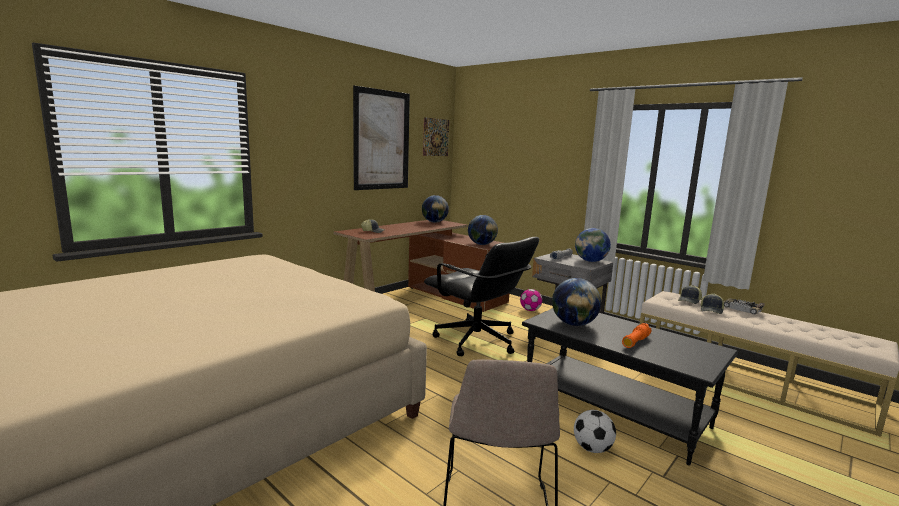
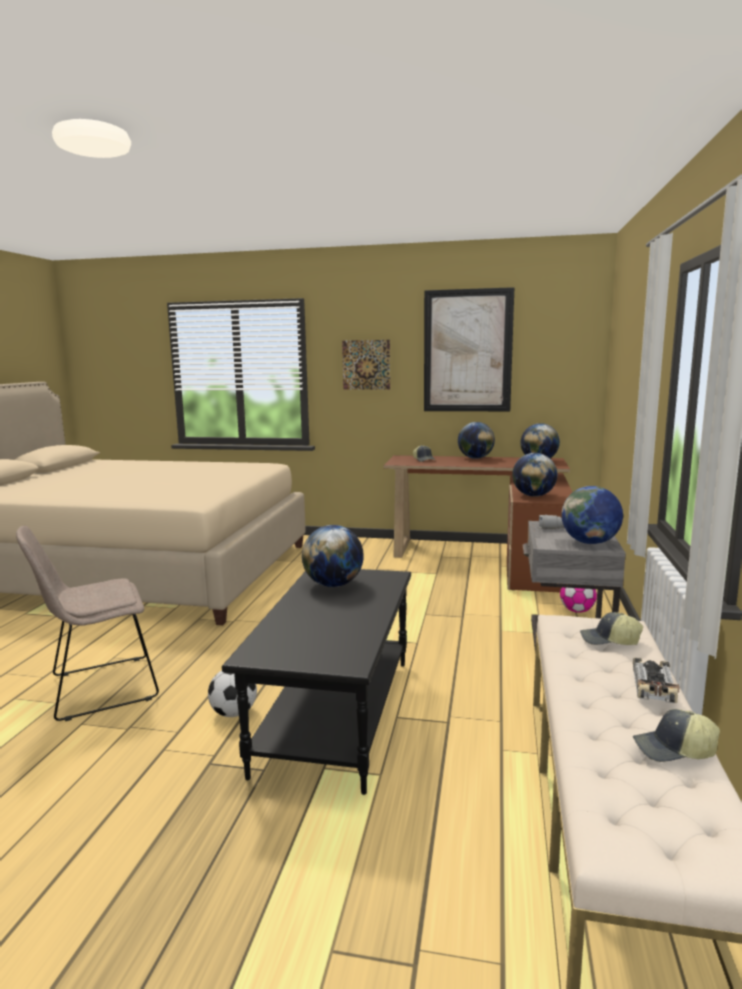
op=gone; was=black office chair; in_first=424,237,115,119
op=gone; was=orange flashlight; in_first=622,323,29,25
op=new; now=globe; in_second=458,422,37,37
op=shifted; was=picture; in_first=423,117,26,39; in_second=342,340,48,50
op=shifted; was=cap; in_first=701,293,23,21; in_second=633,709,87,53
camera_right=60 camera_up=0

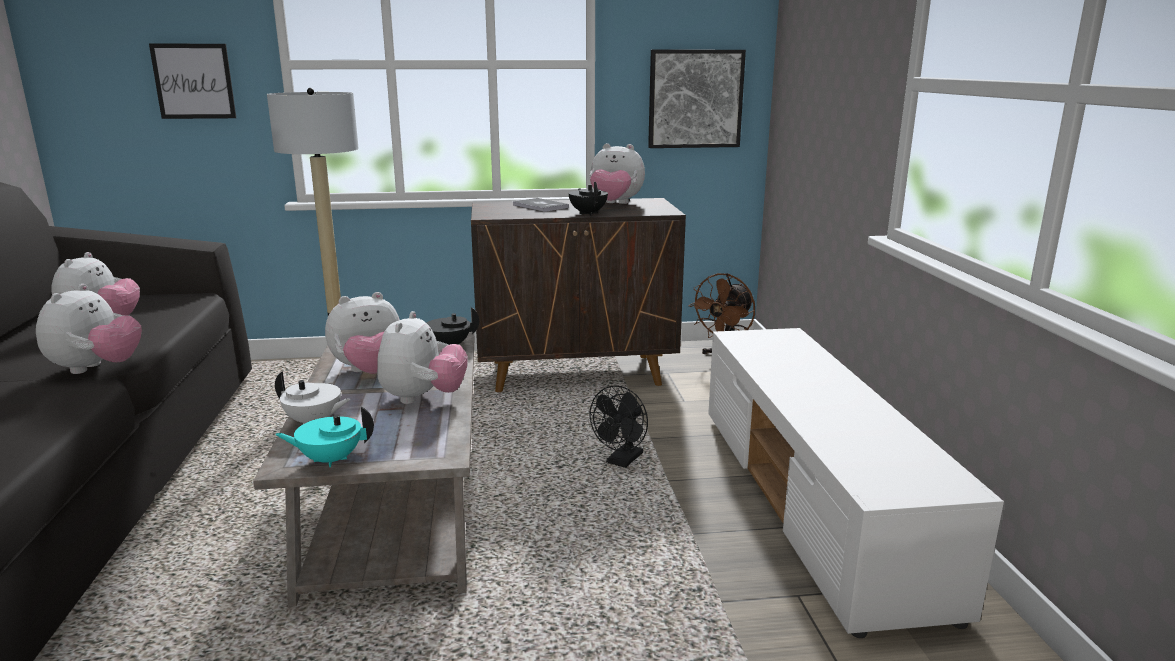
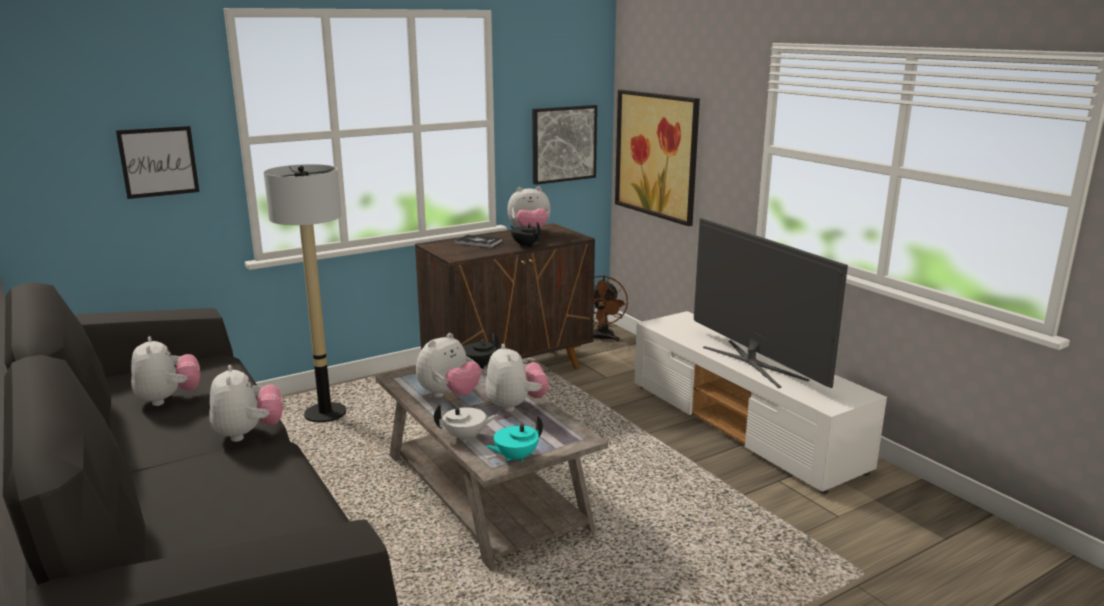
op=gone; was=black fan; in_first=590,386,58,82
op=new; now=picture; in_second=615,90,85,136
op=new; now=television; in_second=694,218,154,170
camera_right=-25 camera_up=0

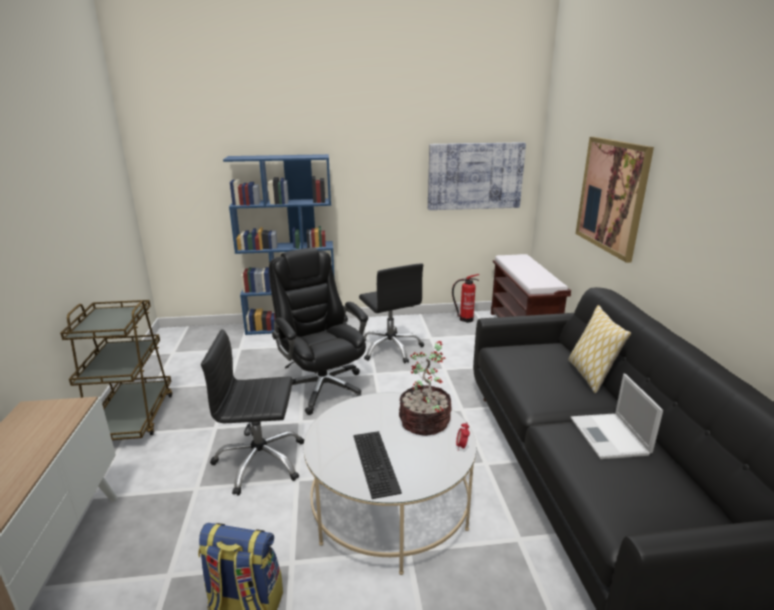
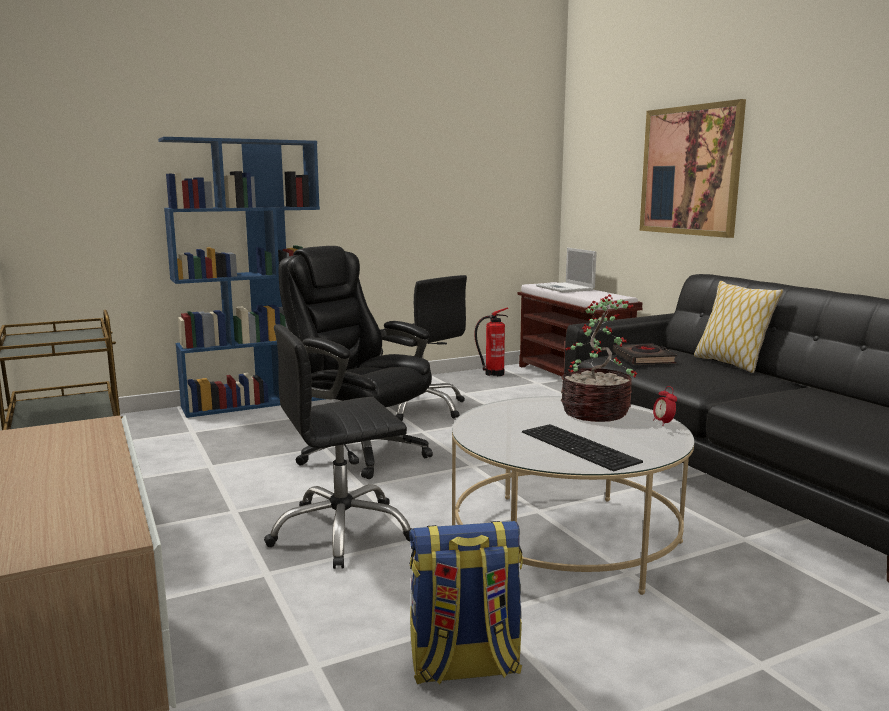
op=gone; was=picture; in_first=428,142,98,68
op=new; now=black book; in_second=613,343,64,22
op=shifted; was=laptop; in_first=570,374,93,85; in_second=536,248,61,45
camera_right=-20 camera_up=-10

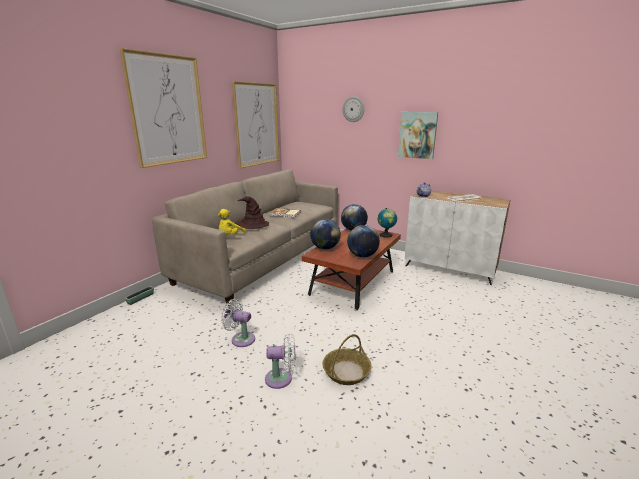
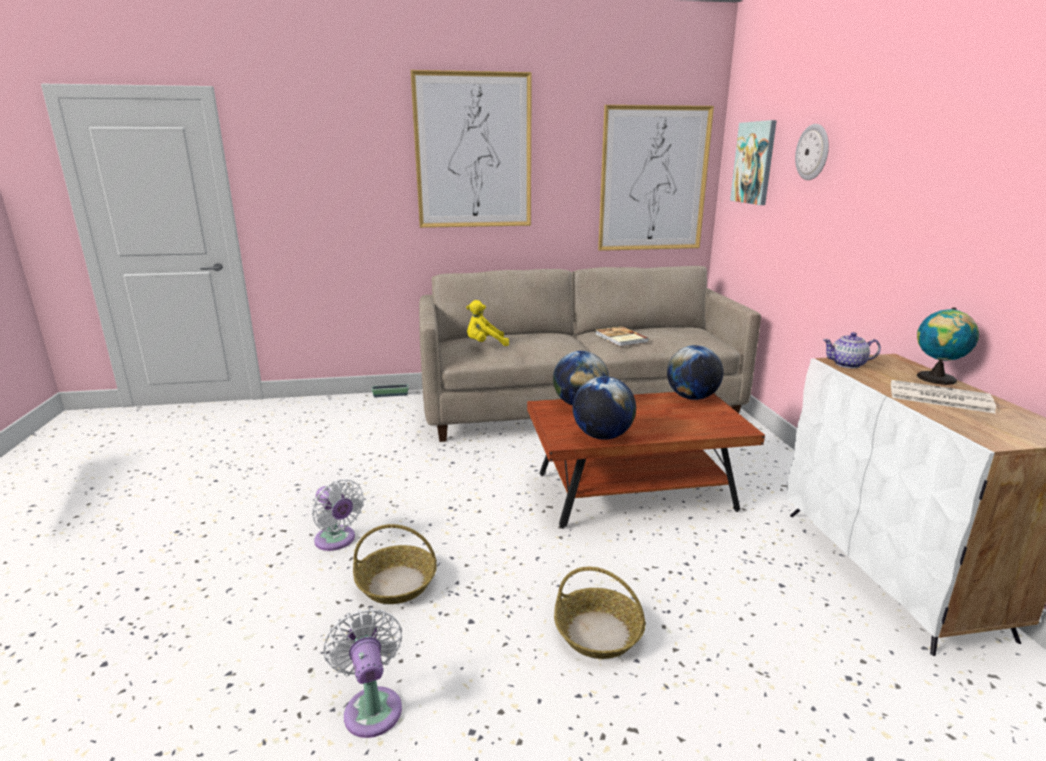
op=gone; was=brown hat; in_first=236,196,33,33
op=new; now=basket; in_second=554,567,92,92
op=shifted; was=white fan; in_first=221,299,34,48; in_second=324,608,78,130
op=shifted; was=globe; in_first=378,208,19,30; in_second=917,307,62,78
op=shifted; was=picture; in_first=398,112,40,47; in_second=730,120,47,85
camera_right=50 camera_up=0

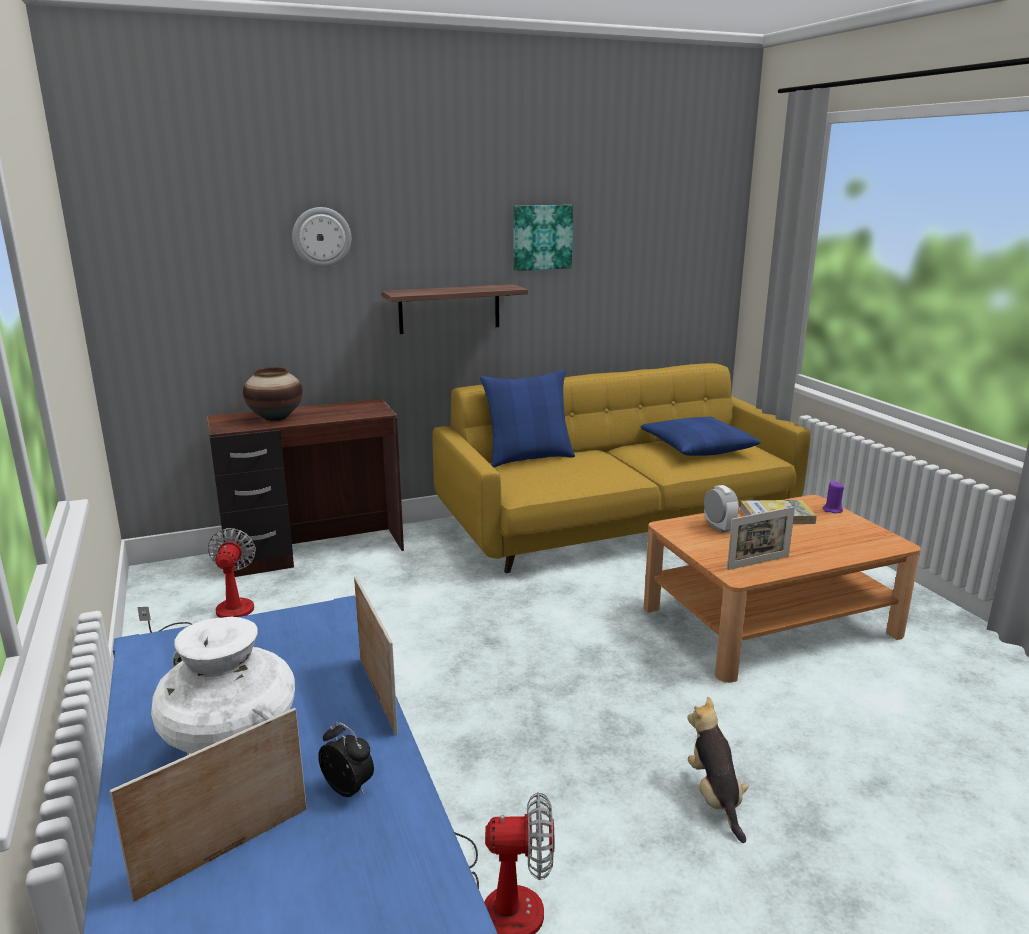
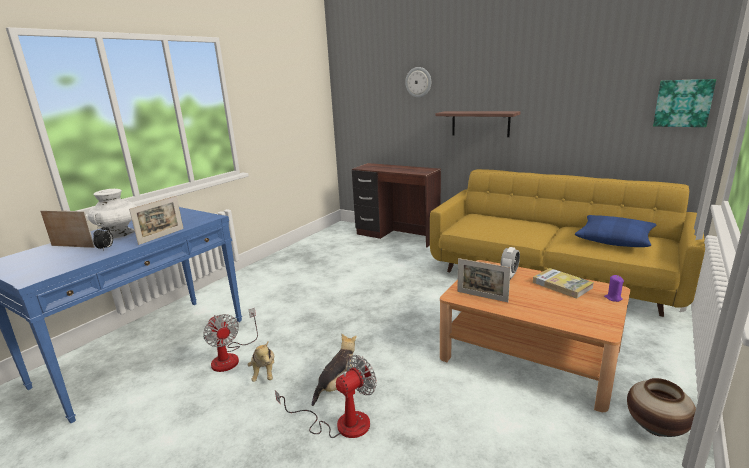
op=gone; was=blue pillow; in_first=480,369,95,98
op=new; now=plush toy; in_second=248,341,26,41
op=shifted; was=fan; in_first=137,528,119,105; in_second=275,355,102,83
op=shifted; was=vase; in_first=243,367,60,54; in_second=627,378,69,59
op=shifted; was=picture; in_first=514,205,59,66; in_second=653,79,63,48
camera_right=55 camera_up=0

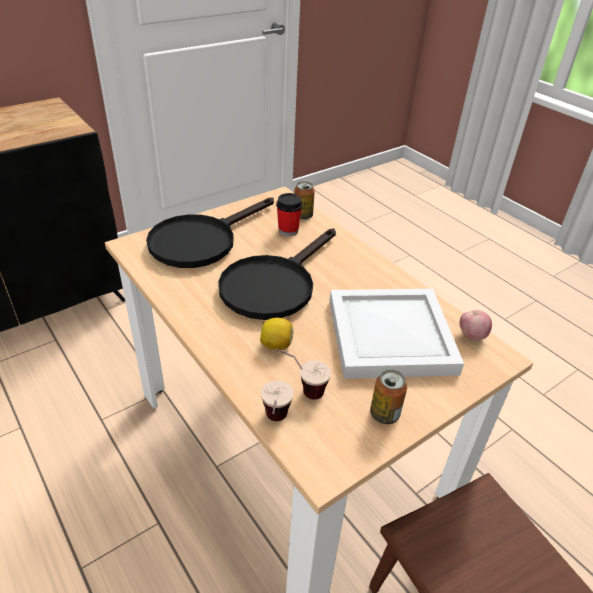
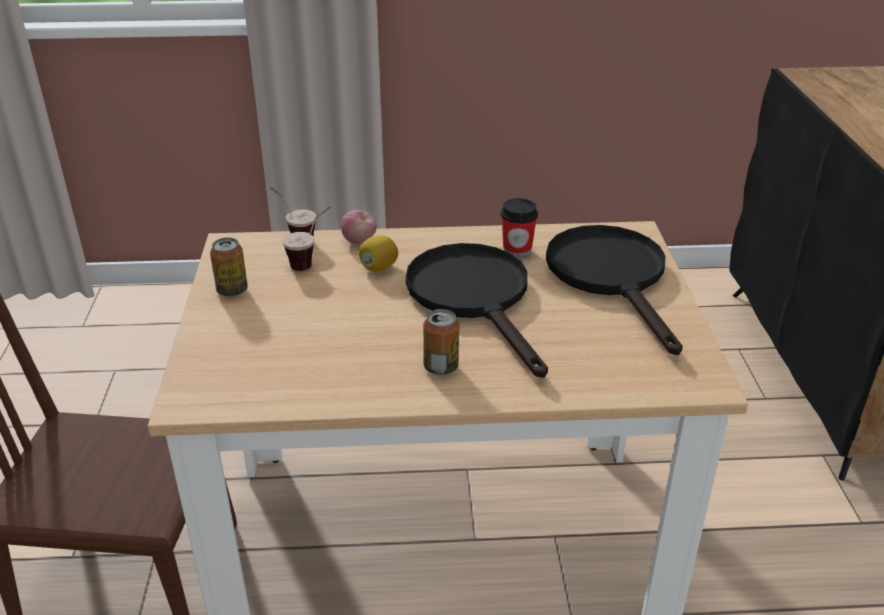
op=gone; was=white tray; in_first=329,289,135,90
op=shifted; was=cup; in_first=276,193,27,43; in_second=501,198,37,60
op=shifted; was=can; in_first=294,181,21,39; in_second=423,309,36,66
op=shifted; was=apple; in_first=460,310,32,30; in_second=341,210,36,34
camera_right=125 camera_up=-5

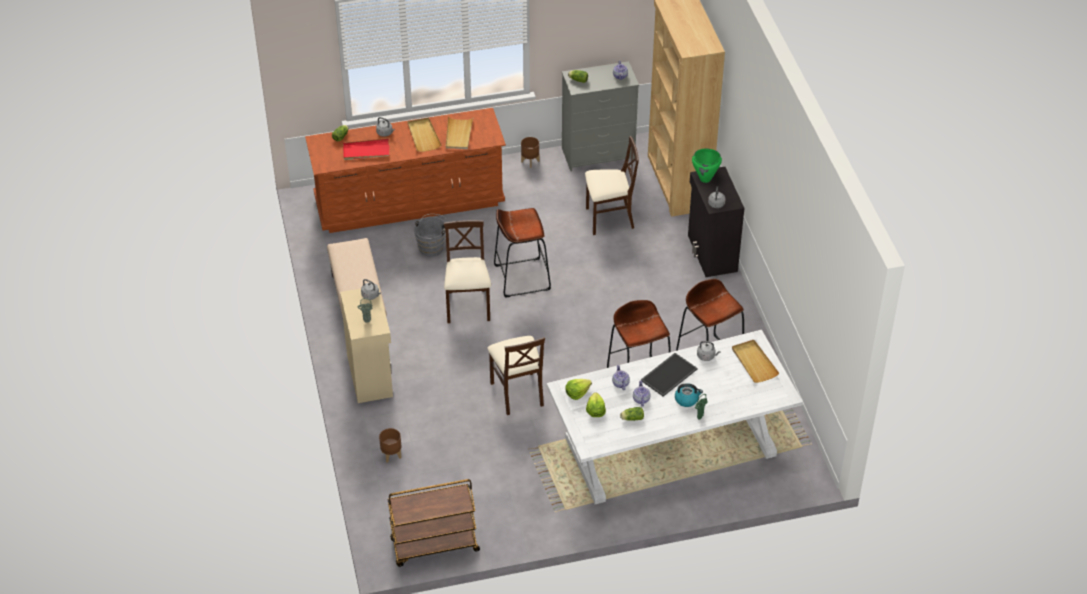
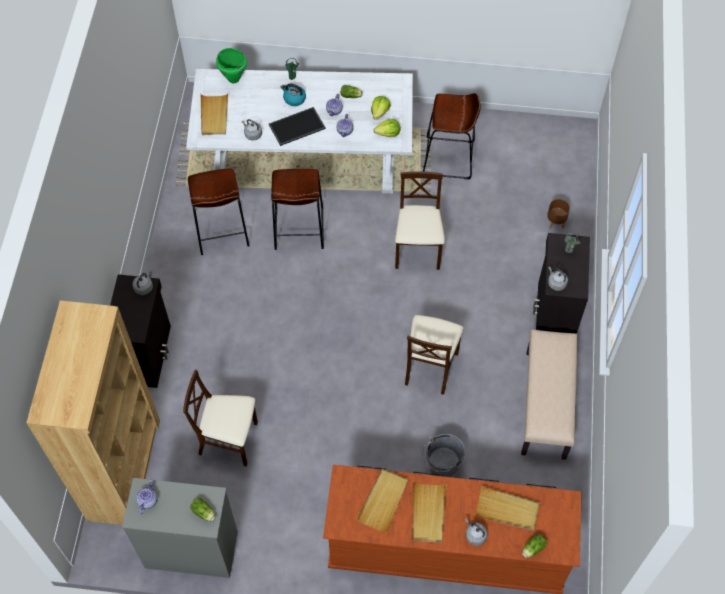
op=gone; was=brown cart; in_first=387,479,93,88
op=gone; was=brown planter; in_first=521,137,18,31
op=shifted; was=brown stool; in_first=494,208,57,90; in_second=423,93,58,87
op=shifted; was=green cooking pot; in_first=692,148,30,35; in_second=216,48,31,35
op=repainted; was=beige cabinet; now=black cabinet; in_first=340,286,53,117; in_second=533,233,57,101
op=repainted; was=red tray; now=beige tray; in_first=343,138,47,22; in_second=475,486,65,45
camera_right=-160 camera_up=15

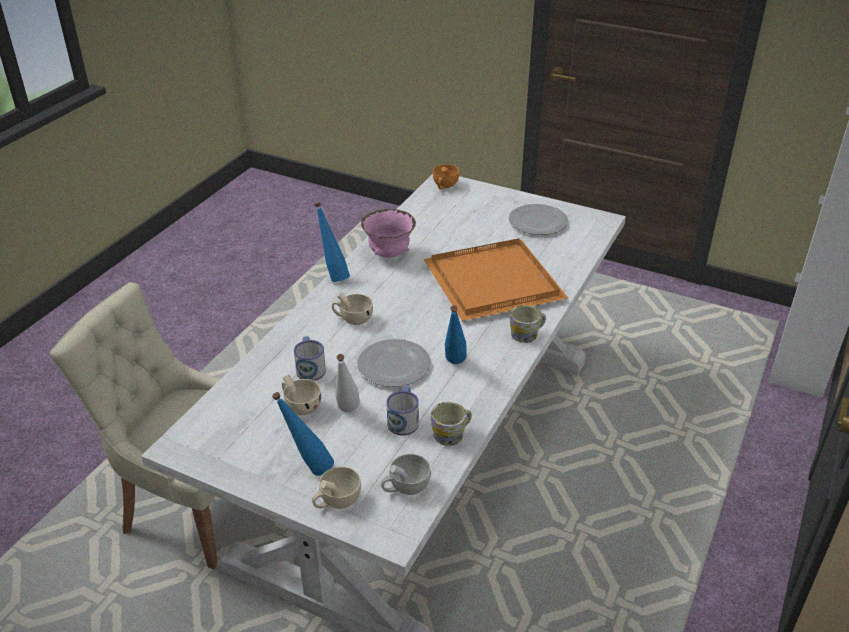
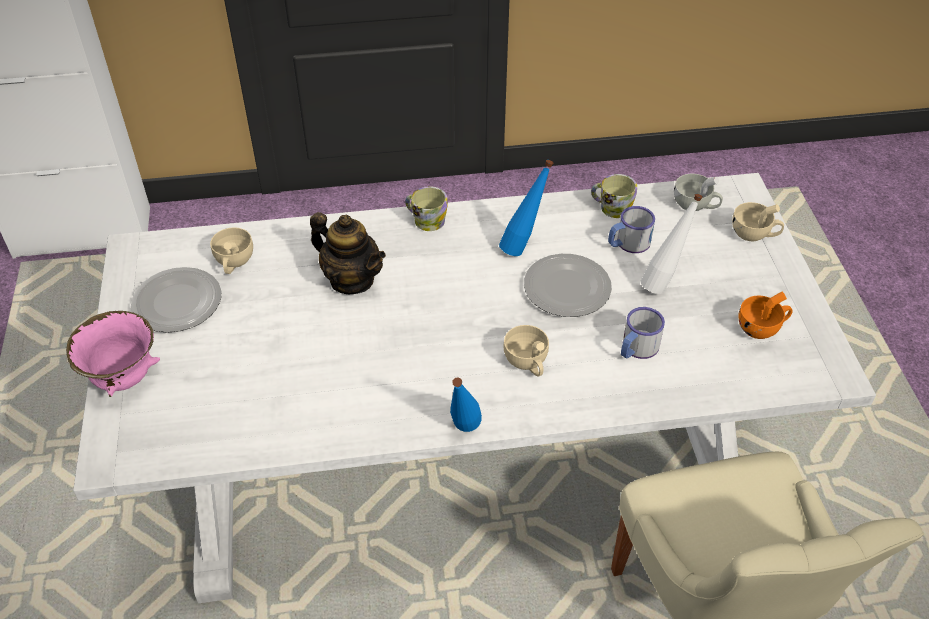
op=gone; was=blue bottle; in_first=272,392,62,84
op=shifted; was=beige cup; in_first=282,375,40,40; in_second=210,228,43,46
op=shifted; was=pink bowl; in_first=361,209,55,49; in_second=66,311,94,86
op=shifted; was=orange cup; in_first=433,164,26,26; in_second=738,292,55,47
op=swapped; was=orange tray; now=teapot; in_first=424,238,144,83; in_second=310,212,76,82
camera_right=-125 camera_up=10

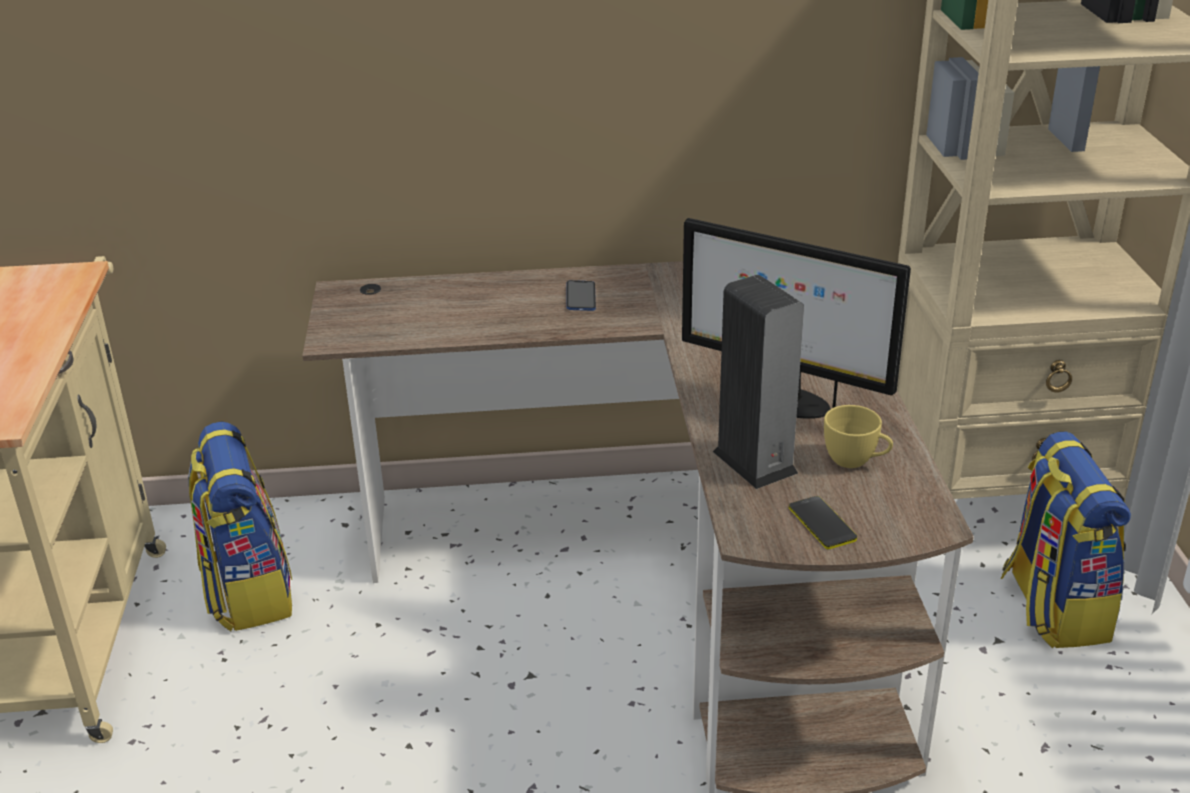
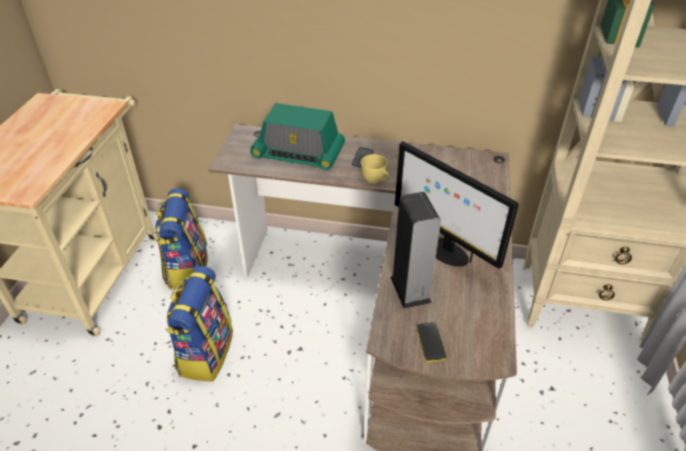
op=new; now=radio; in_second=250,103,95,67
op=shifted; was=yellow cup; in_first=824,405,69,63; in_second=361,154,28,30
op=shifted; was=backpack; in_first=1001,431,130,217; in_second=165,266,68,116
camera_right=15 camera_up=10

